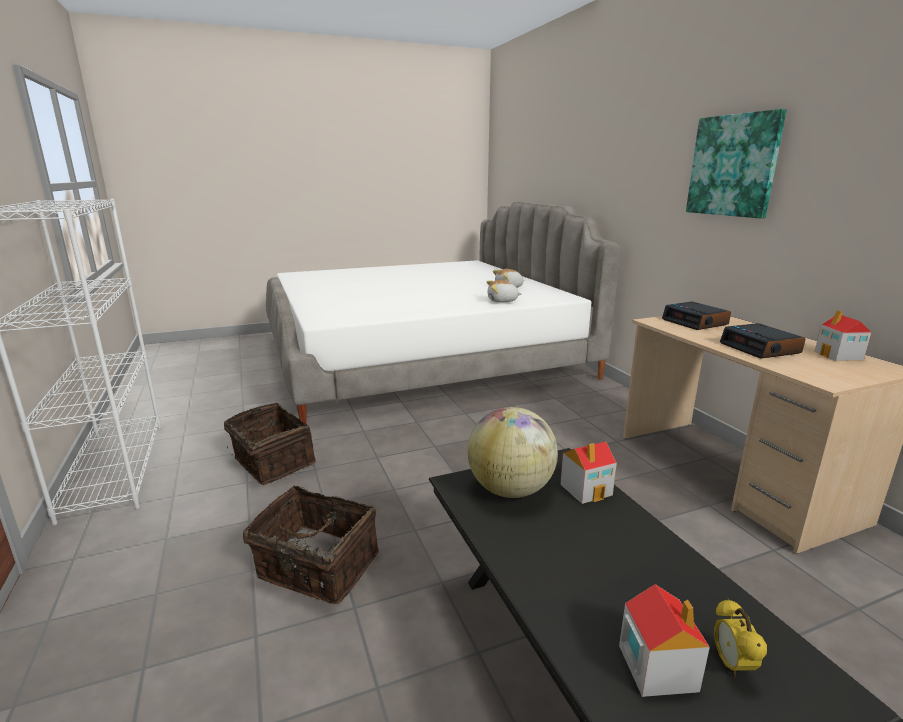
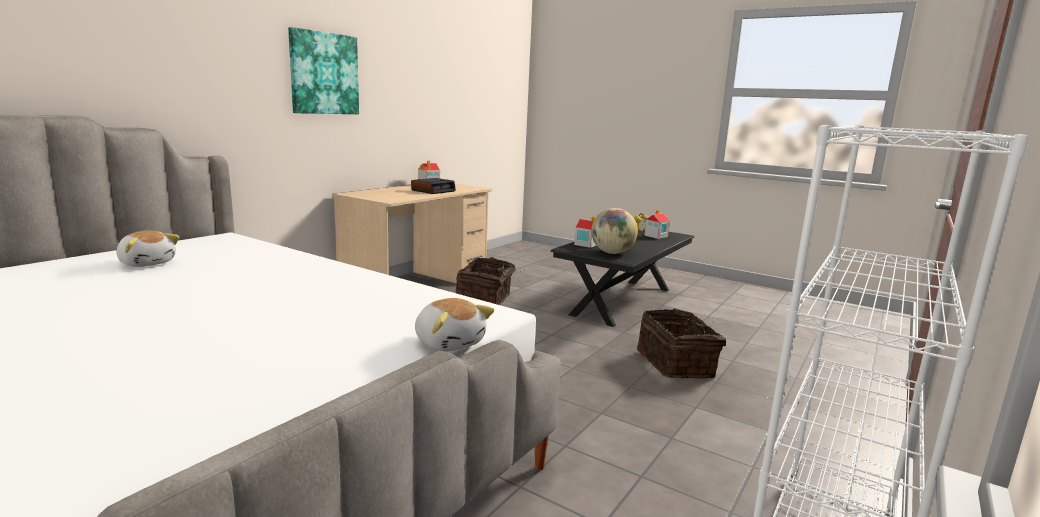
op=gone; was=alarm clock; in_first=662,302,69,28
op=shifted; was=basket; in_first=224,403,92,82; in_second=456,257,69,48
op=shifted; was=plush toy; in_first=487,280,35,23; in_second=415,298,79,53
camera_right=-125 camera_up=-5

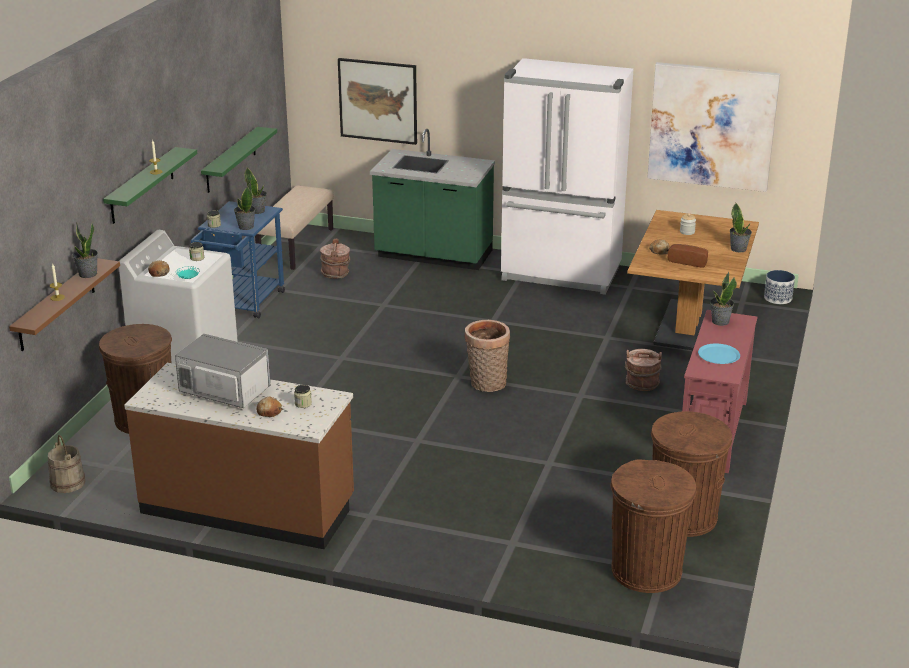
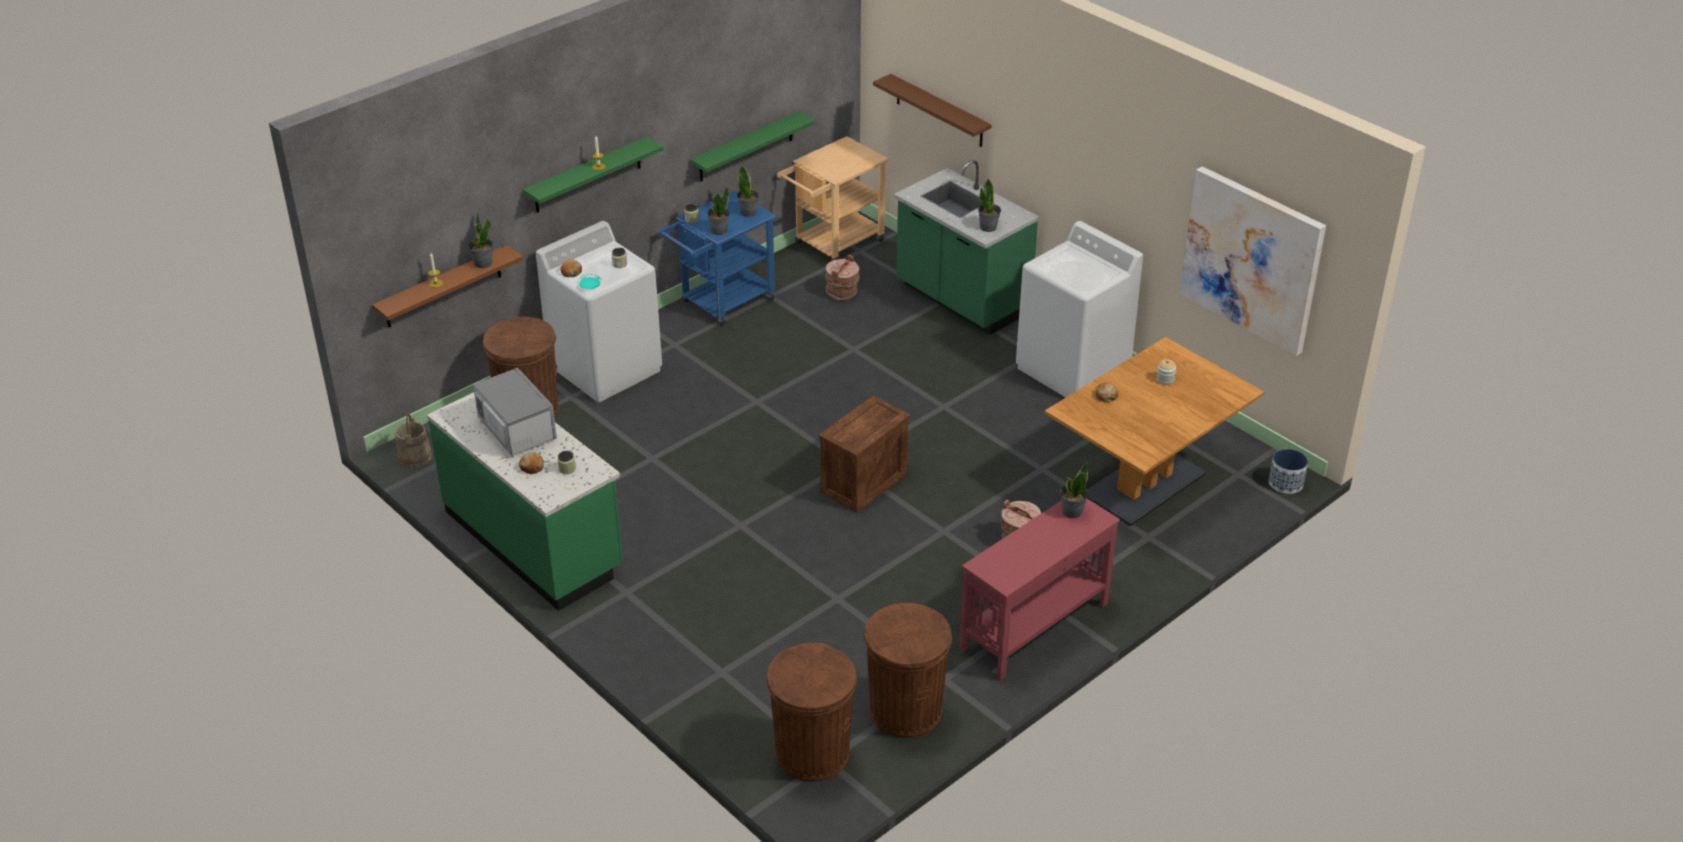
op=gone; was=bread; in_first=668,244,40,24
op=gone; was=blue plate; in_first=698,344,42,20
op=shifted; was=potted plant; in_first=730,203,22,50; in_second=978,178,23,54
op=swapped; was=beige bench; now=beige cart; in_first=255,186,79,84; in_second=777,136,112,125
op=swapped; was=picture; now=brown shelf; in_first=338,58,79,87; in_second=873,74,119,73
op=swapped; was=basket; now=crate; in_first=465,320,45,72; in_second=819,396,92,117
op=swapped; was=white fridge; now=white washing machine; in_first=501,58,132,237; in_second=1016,221,127,177
op=repainted; was=brown counter; now=green counter; in_first=124,363,230,186; in_second=427,392,196,219
camera_right=30 camera_up=10

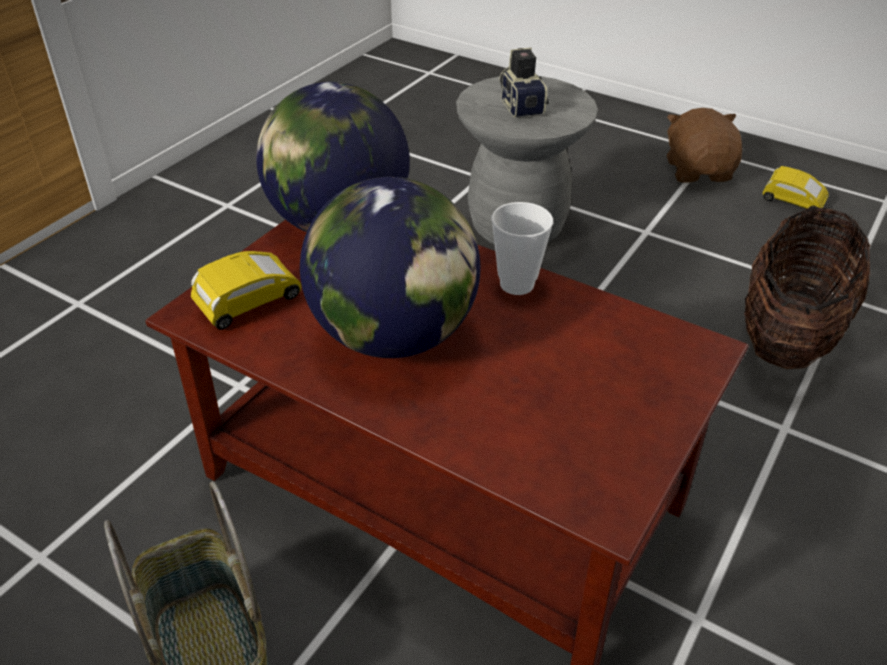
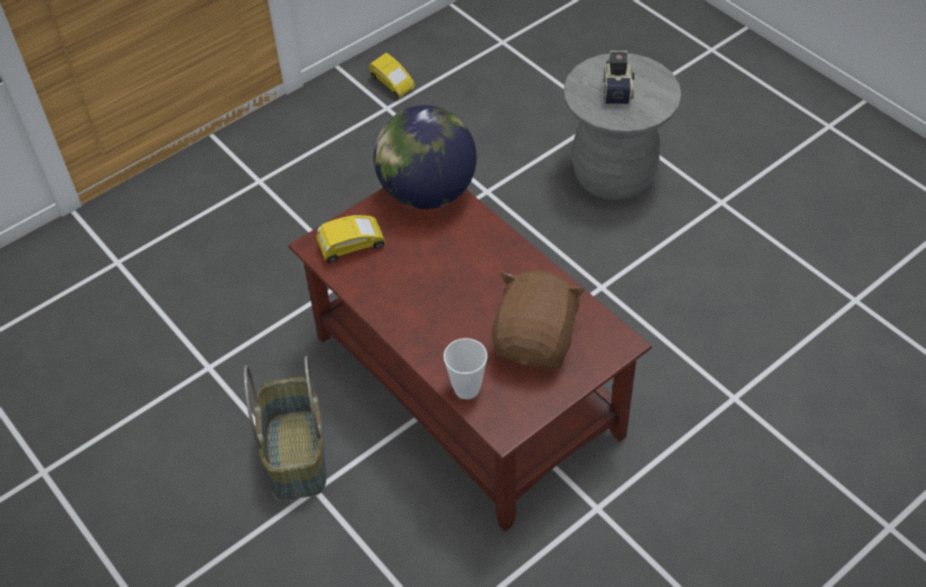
op=gone; was=globe; in_first=300,177,181,181
op=gone; was=basket; in_first=744,206,126,163
op=shifted; was=cup; in_first=491,202,62,93; in_second=443,338,45,61
op=shifted; was=brown plush toy; in_first=667,108,75,75; in_second=492,270,94,99
op=shifted; was=yellow toy car; in_first=762,166,67,47; in_second=369,53,46,45
camera_right=20 camera_up=10

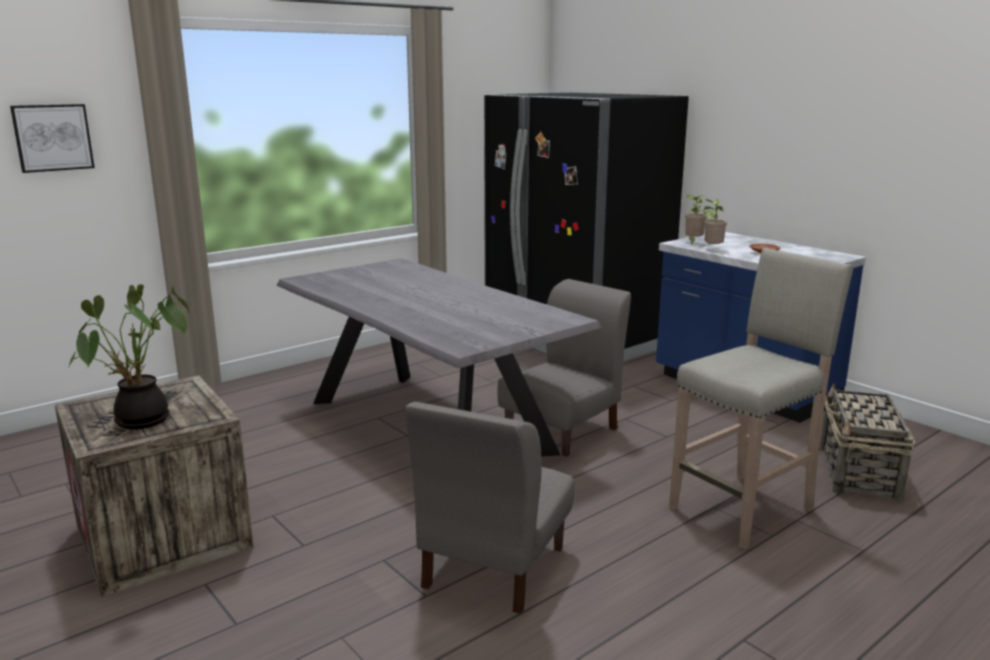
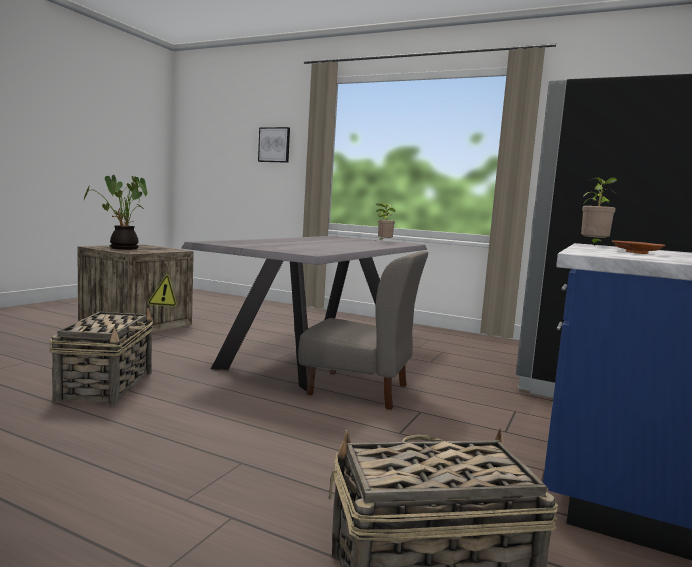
op=gone; was=beige stool; in_first=669,248,185,301
op=shifted; was=potted plant; in_first=685,195,22,49; in_second=375,203,20,37
op=swapped; was=grey chair; now=basket; in_first=406,402,168,212; in_second=49,308,104,97
camera_right=65 camera_up=-10

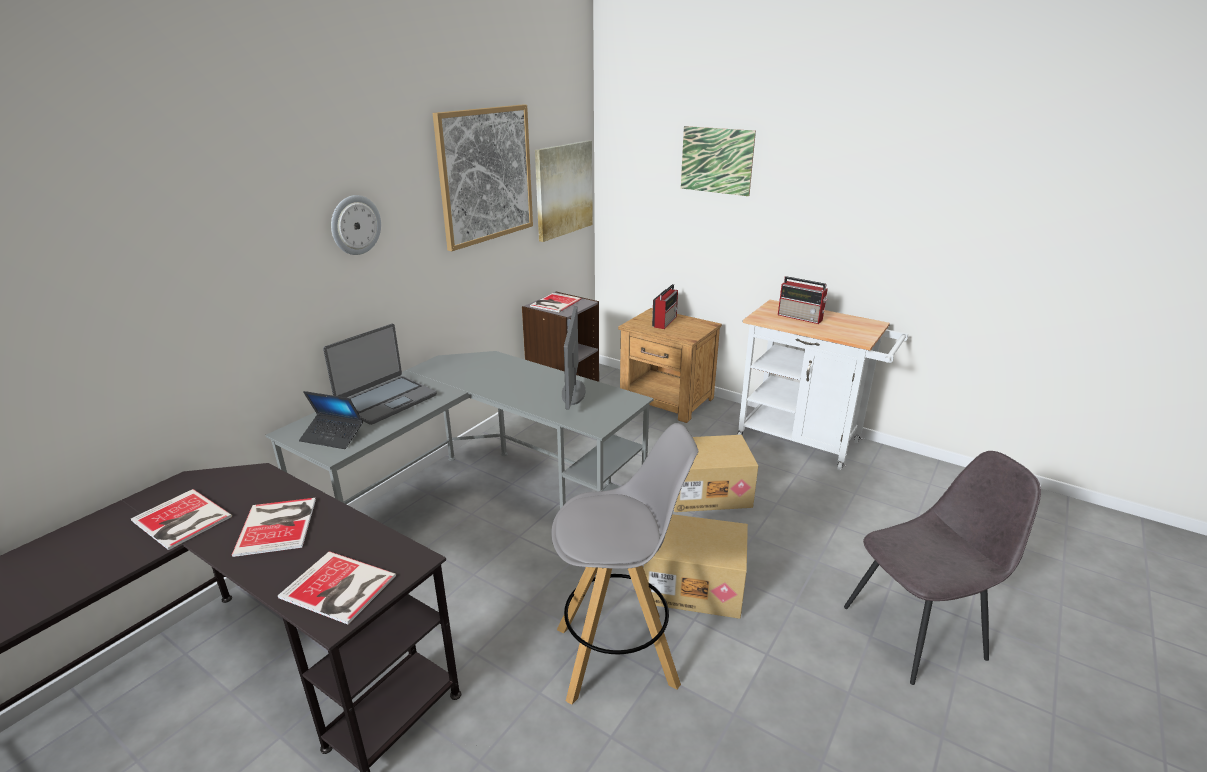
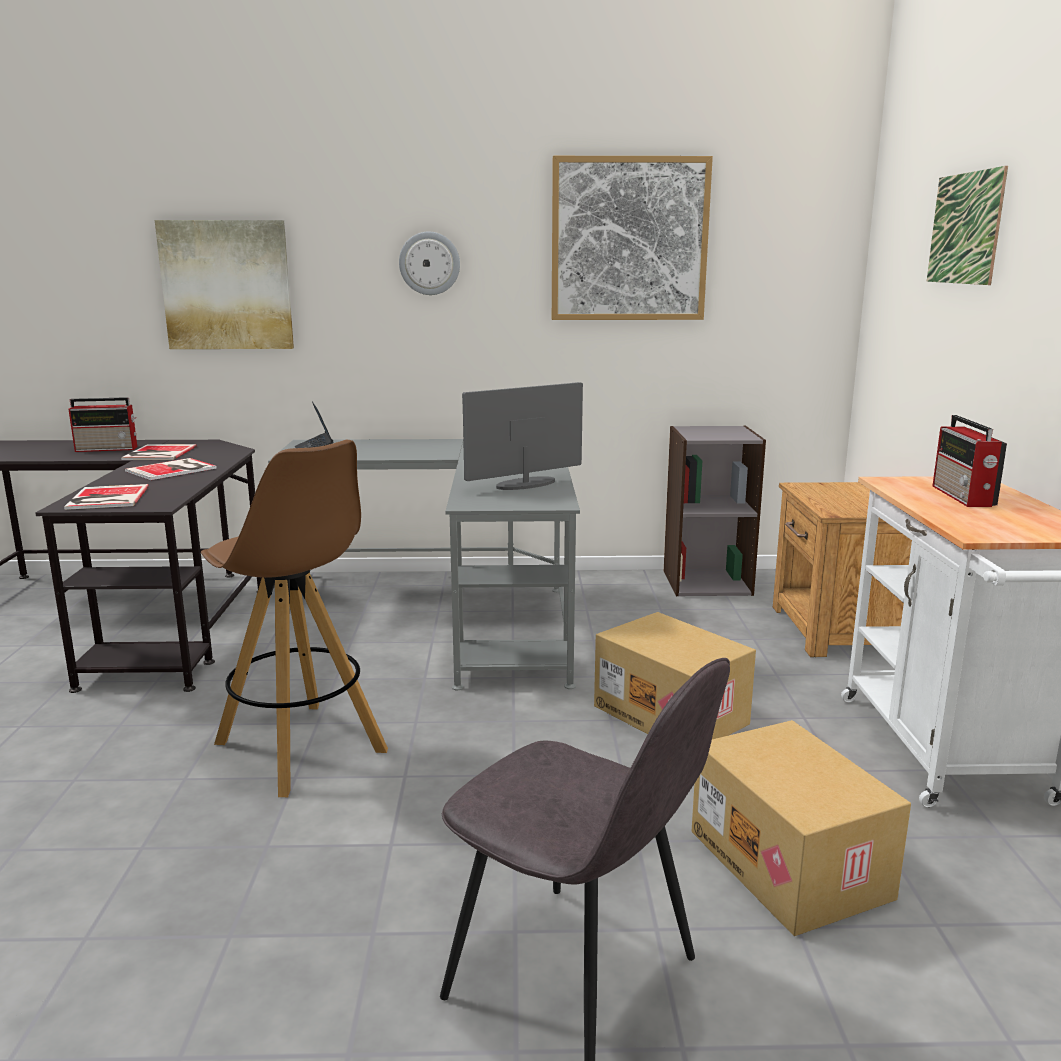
op=gone; was=laptop; in_first=323,324,114,101
op=gone; was=book; in_first=530,293,52,19
op=shifted; was=picture; in_first=535,140,58,102; in_second=155,220,139,129
op=shifted; was=cardboard box; in_first=644,514,104,105; in_second=692,720,219,216
op=shifted; was=radio; in_first=652,284,26,45; in_second=68,397,69,55
op=repainted; was=grey stool; now=brown stool; in_first=551,423,147,282; in_second=201,440,187,357
camera_right=55 camera_up=-10

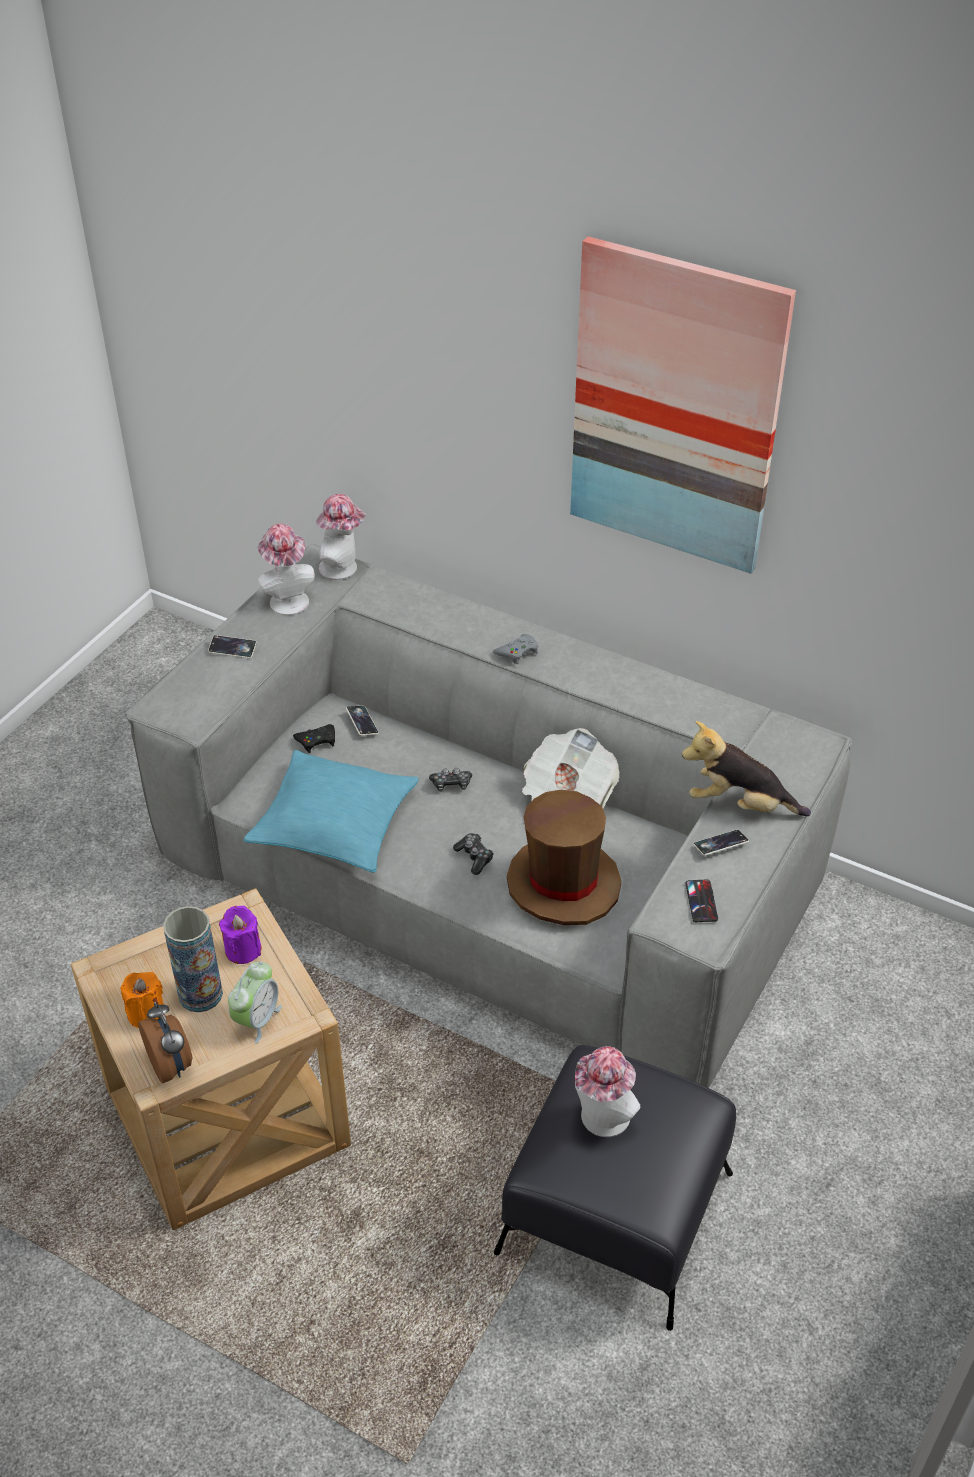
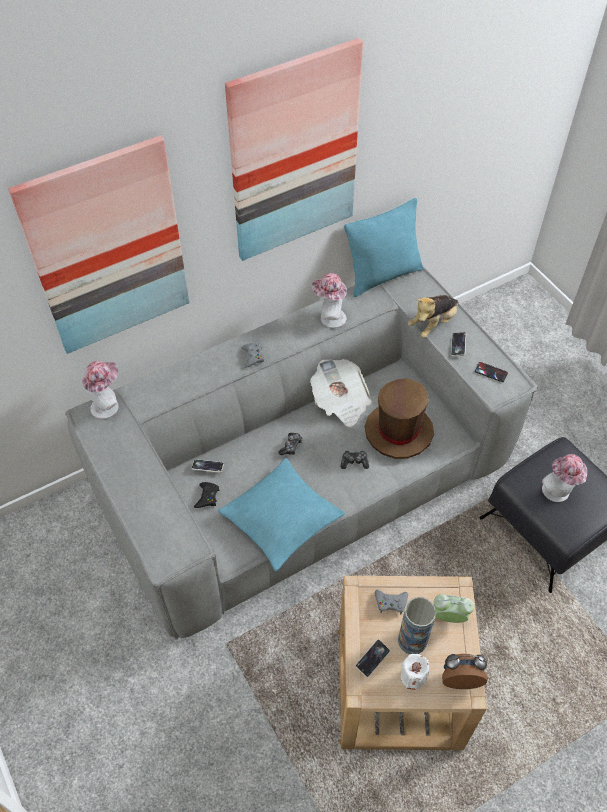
op=new; now=picture; in_second=8,135,182,219
op=new; now=turquoise pillow; in_second=344,198,80,99
op=shifted; was=phone; in_first=208,635,49,23; in_second=355,639,35,39
op=shifted; was=hat; in_first=257,524,58,91; in_second=312,273,35,55
op=swapped; was=purple candle; now=grey game controller; in_first=219,906,42,58; in_second=375,590,33,24
op=repainted; was=orange candle; now=white candle; in_first=121,972,44,56; in_second=401,654,28,36
op=rotated; was=alarm clock; in_first=228,961,54,83; in_second=434,594,40,29; clockwise=-45
camera_right=-60 camera_up=10

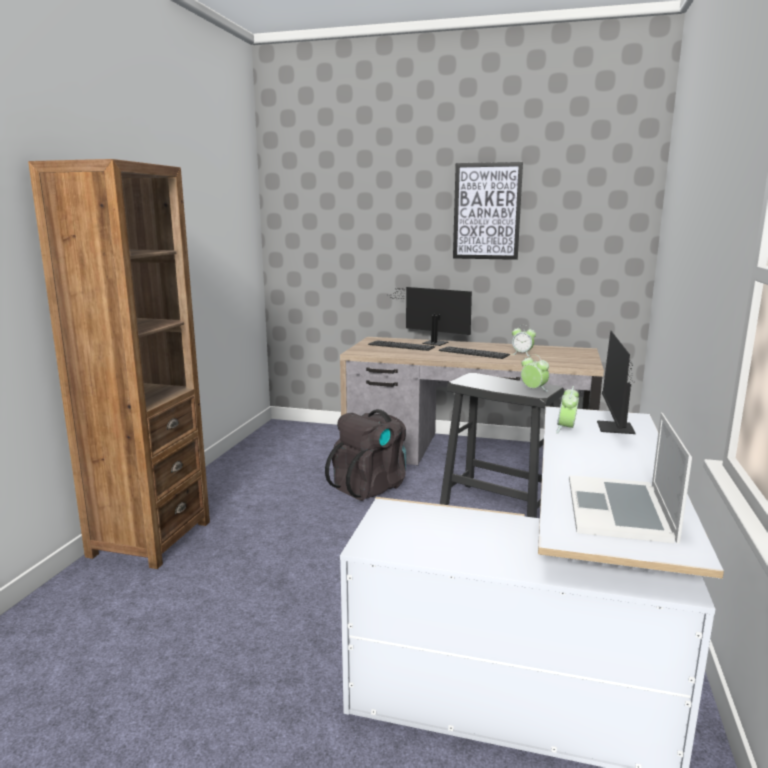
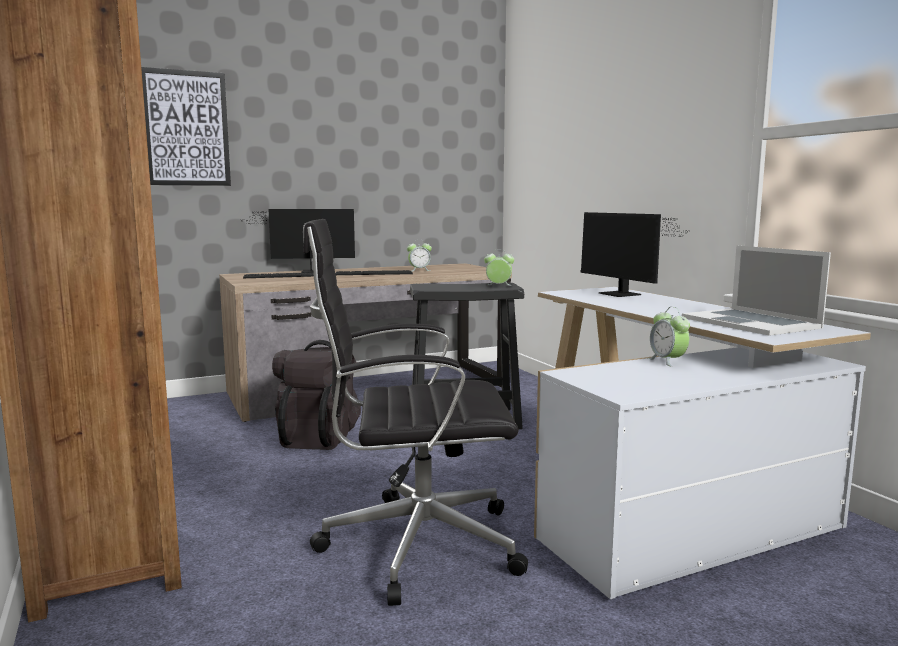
op=new; now=black office chair; in_second=303,219,225,387
op=shifted; was=picture; in_first=453,162,70,98; in_second=141,67,90,119
op=shifted; was=alarm clock; in_first=556,386,23,48; in_second=648,307,42,60
camera_right=-40 camera_up=-5

